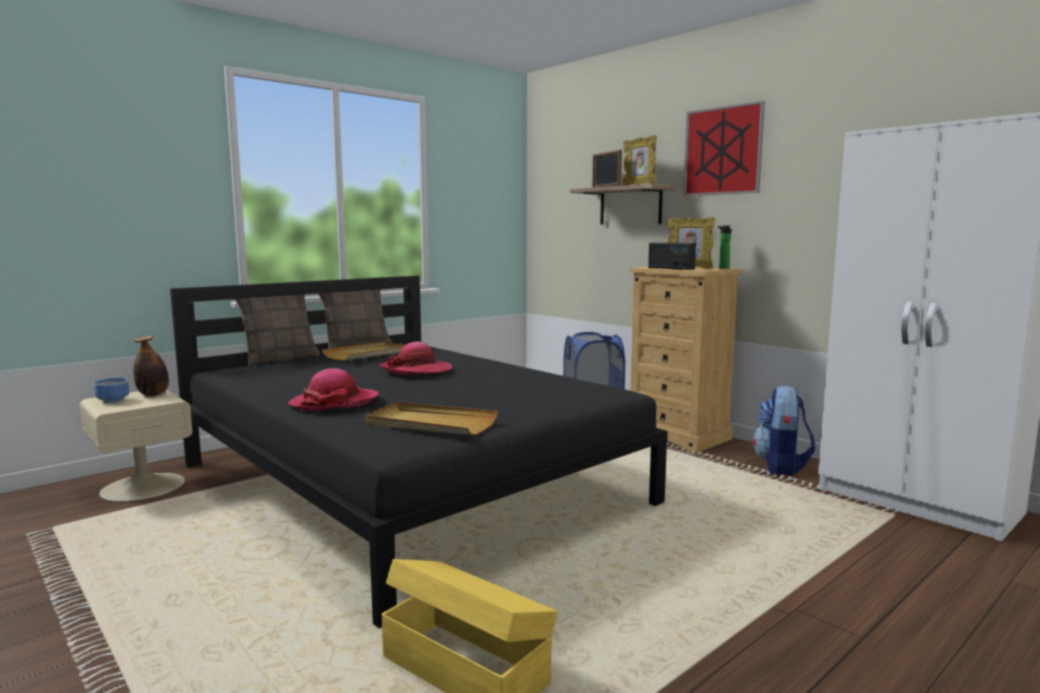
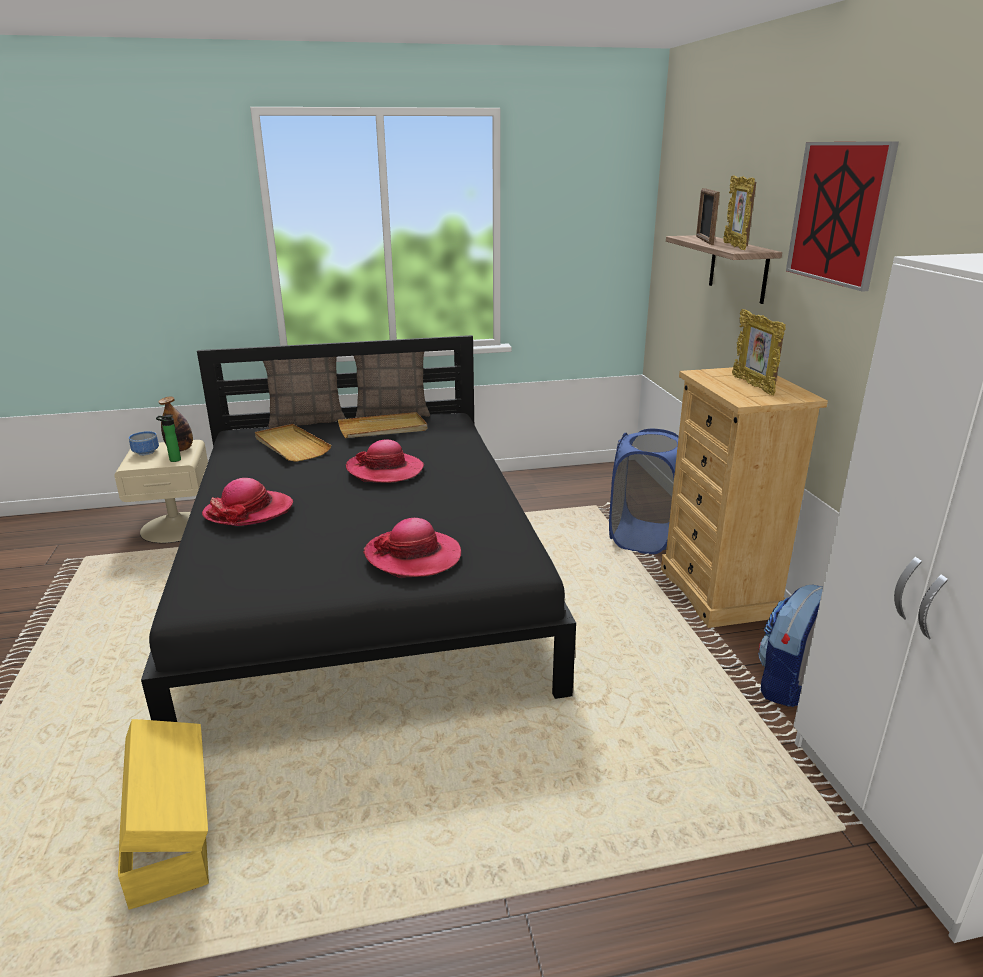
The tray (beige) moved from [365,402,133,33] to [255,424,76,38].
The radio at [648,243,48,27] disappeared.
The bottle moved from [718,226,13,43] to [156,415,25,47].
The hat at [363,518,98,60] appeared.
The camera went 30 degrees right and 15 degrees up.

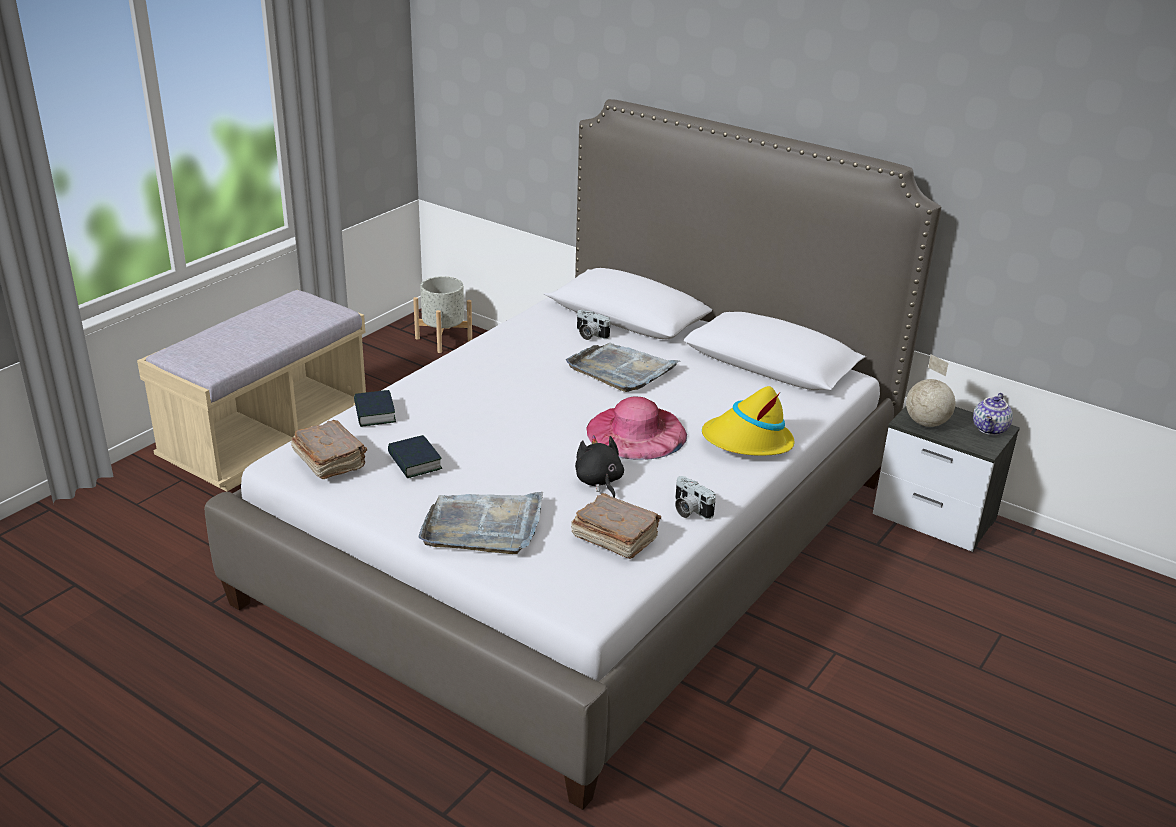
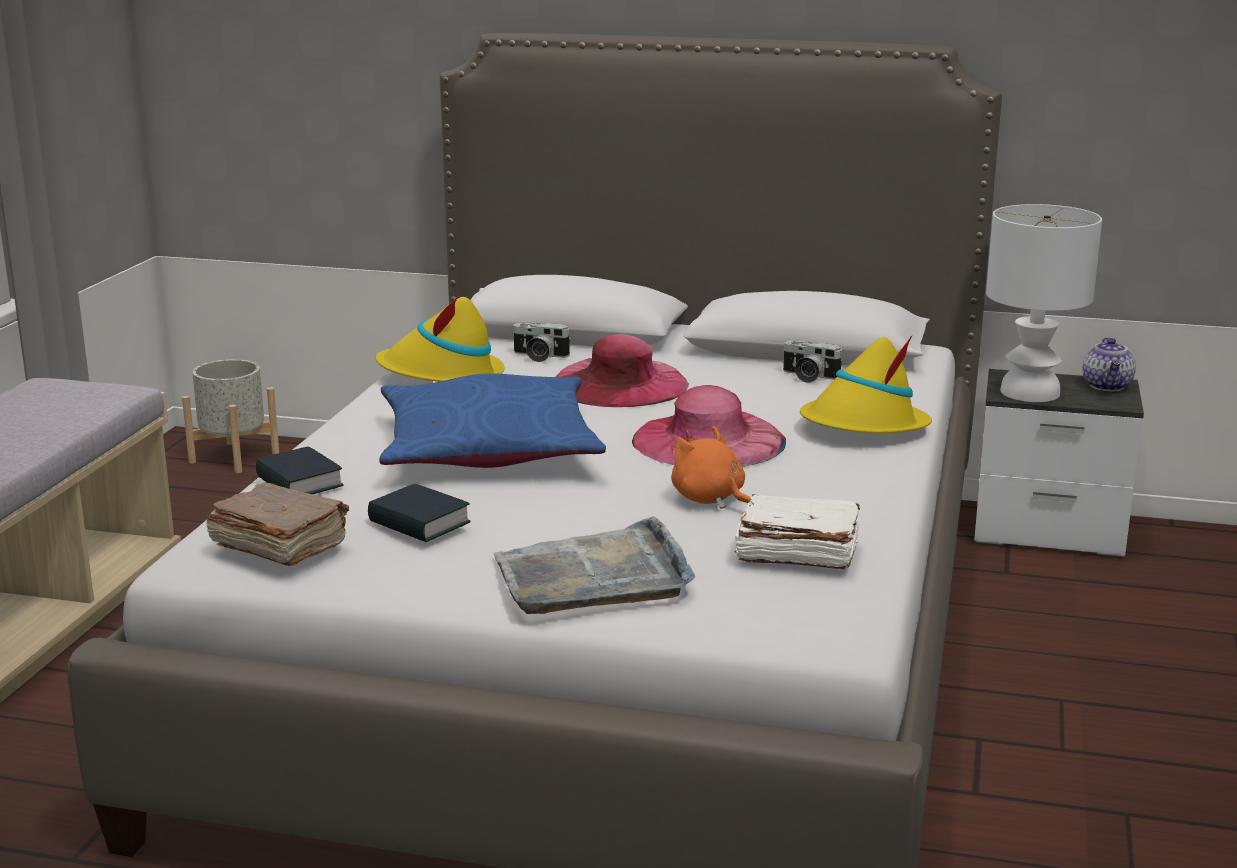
The tray (grey) at [566,343,114,49] was replaced by the hat (pink) at [556,334,133,73].
The book (brown) at [571,493,90,66] became the book (white) at [734,494,126,75].
The plush toy (black) at [575,435,49,63] became the plush toy (orange) at [671,426,80,83].
The photo camera moved from [675,476,41,43] to [782,341,61,42].
The globe at [906,355,49,72] was replaced by the table lamp (white) at [986,204,116,198].
The hat (yellow) at [375,296,130,86] appeared.
The pillow (blue) at [379,373,227,95] appeared.
The camera went 20 degrees left and 10 degrees down.

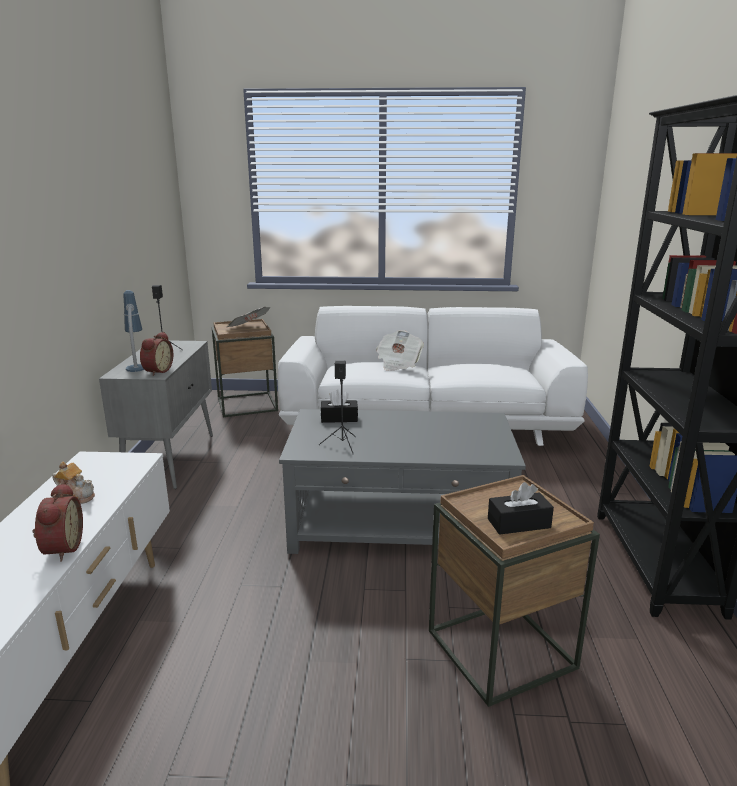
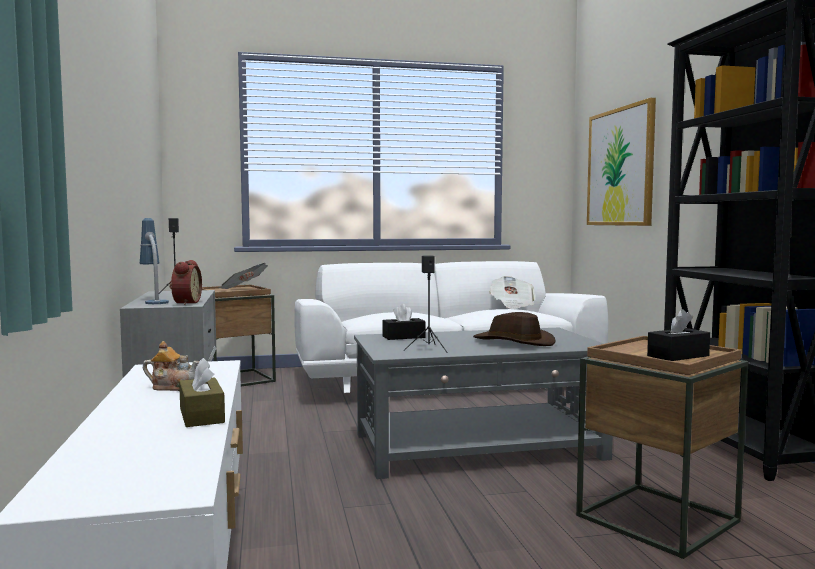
The alarm clock at [33,482,50,80] was replaced by the tissue box (brown) at [179,358,46,69].
The newspaper moved from [376,330,48,41] to [489,276,46,33].
The hat (brown) at [473,312,83,34] appeared.
The picture at [587,98,69,128] appeared.
The camera went 15 degrees left and 15 degrees down.

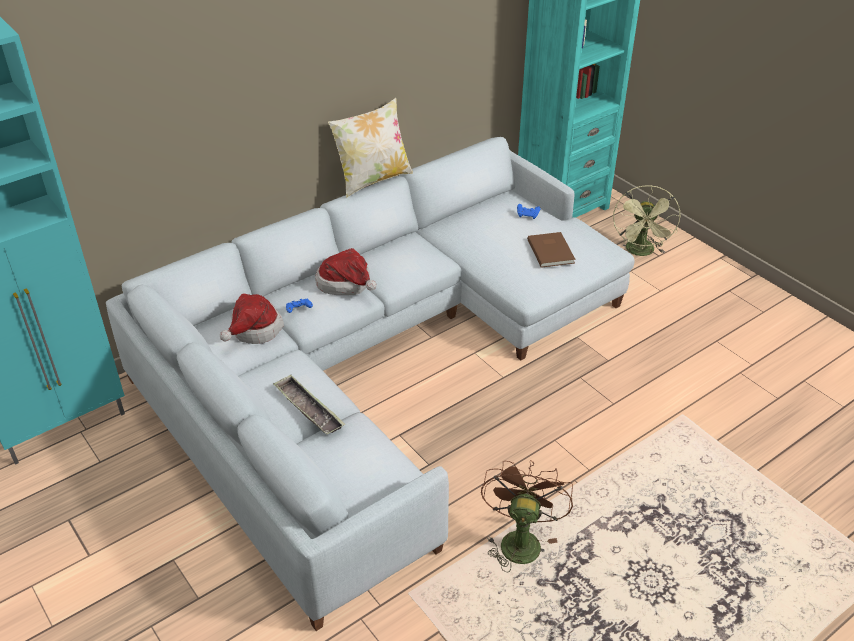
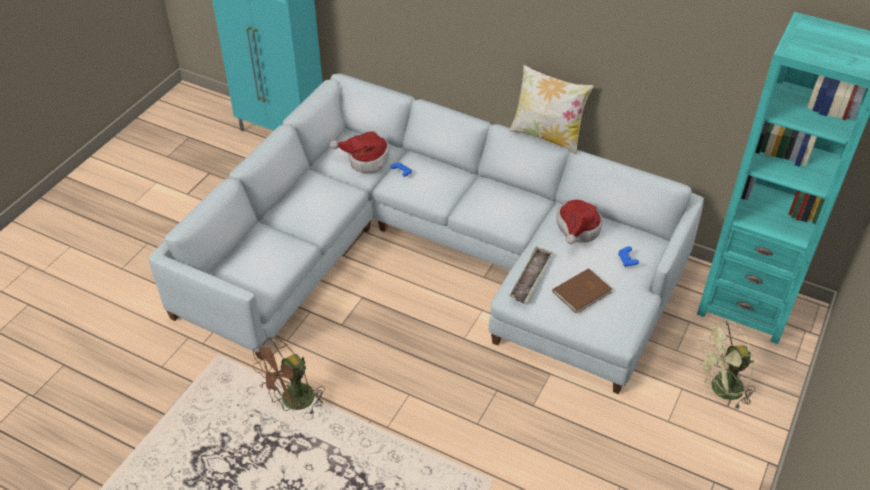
The tray moved from [273,375,72,59] to [509,246,44,57].
The hat moved from [315,248,62,47] to [556,200,46,44].
The fan (brown) at [481,460,92,113] turned 150 degrees clockwise.
The camera went 65 degrees right and 5 degrees up.

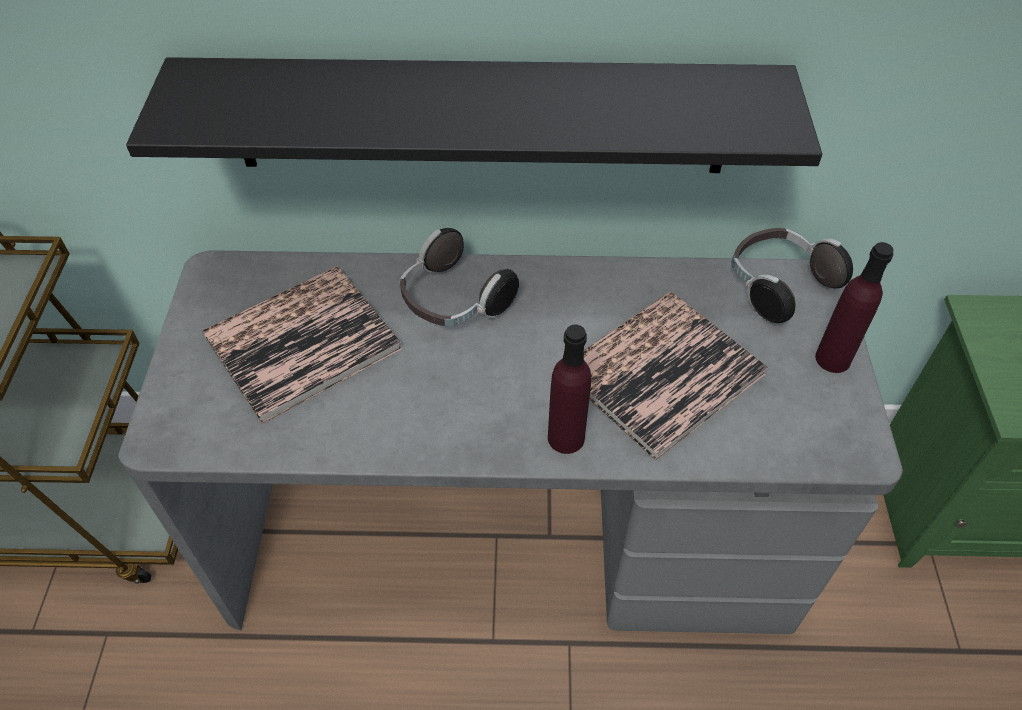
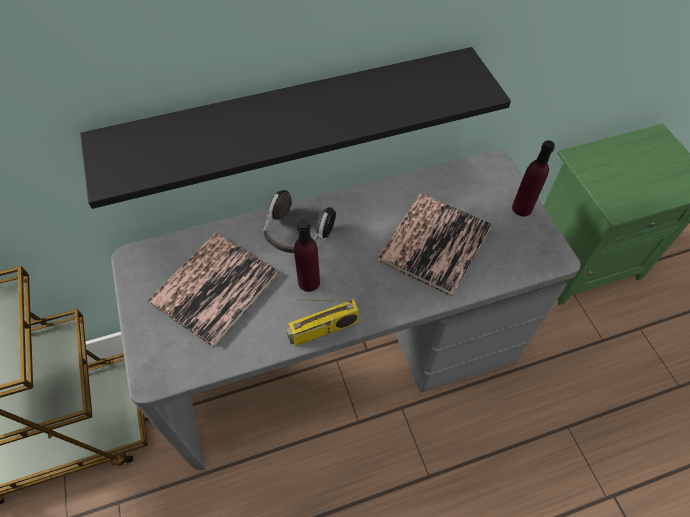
The bottle (purple) moved from [548,325,43,129] to [294,219,26,73].
The headphones at [732,228,121,95] disappeared.
The radio at [286,299,73,47] appeared.
The camera went 20 degrees left and 5 degrees up.

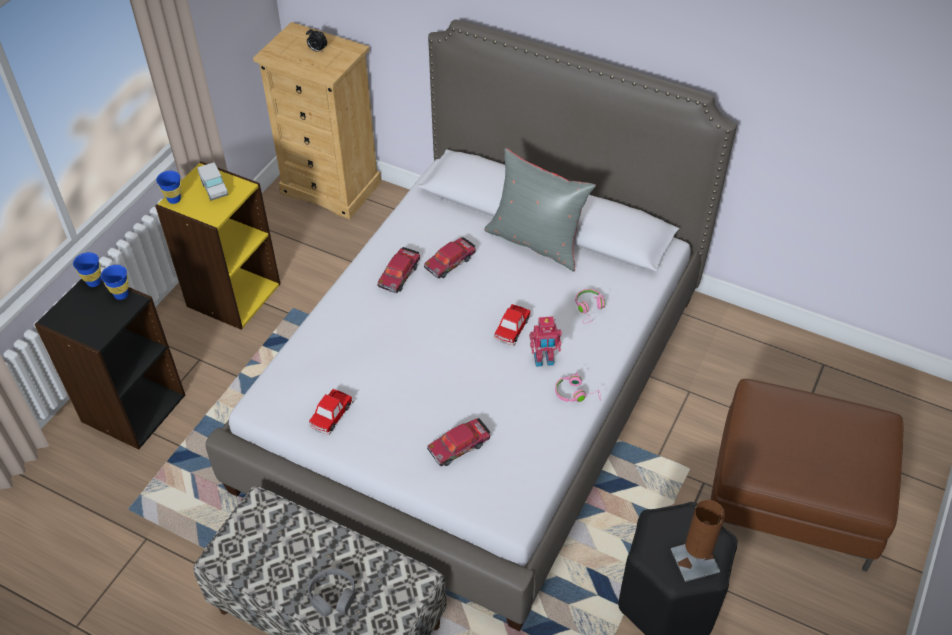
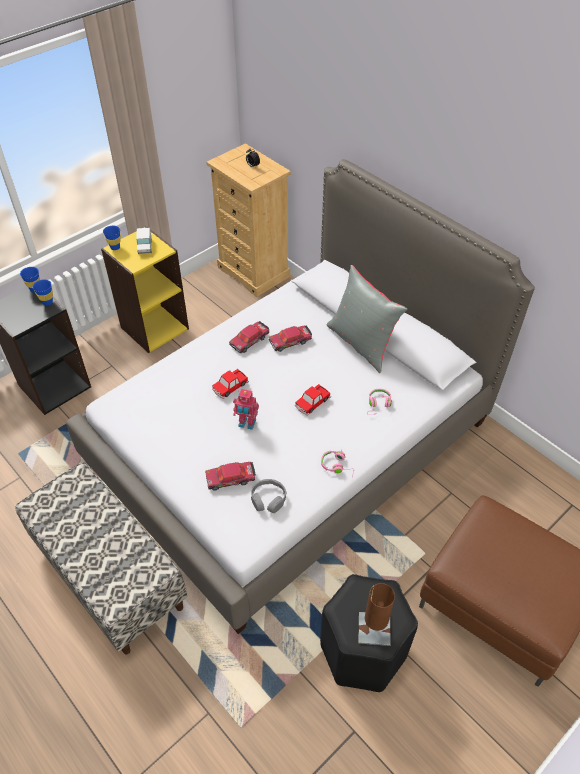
The headphones (grey) moved from [308,568,47,49] to [251,479,35,34].
The toy car moved from [309,389,45,46] to [212,369,37,30].
The toy robot moved from [530,316,32,51] to [233,389,26,41].
The camera went 20 degrees right and 0 degrees up.

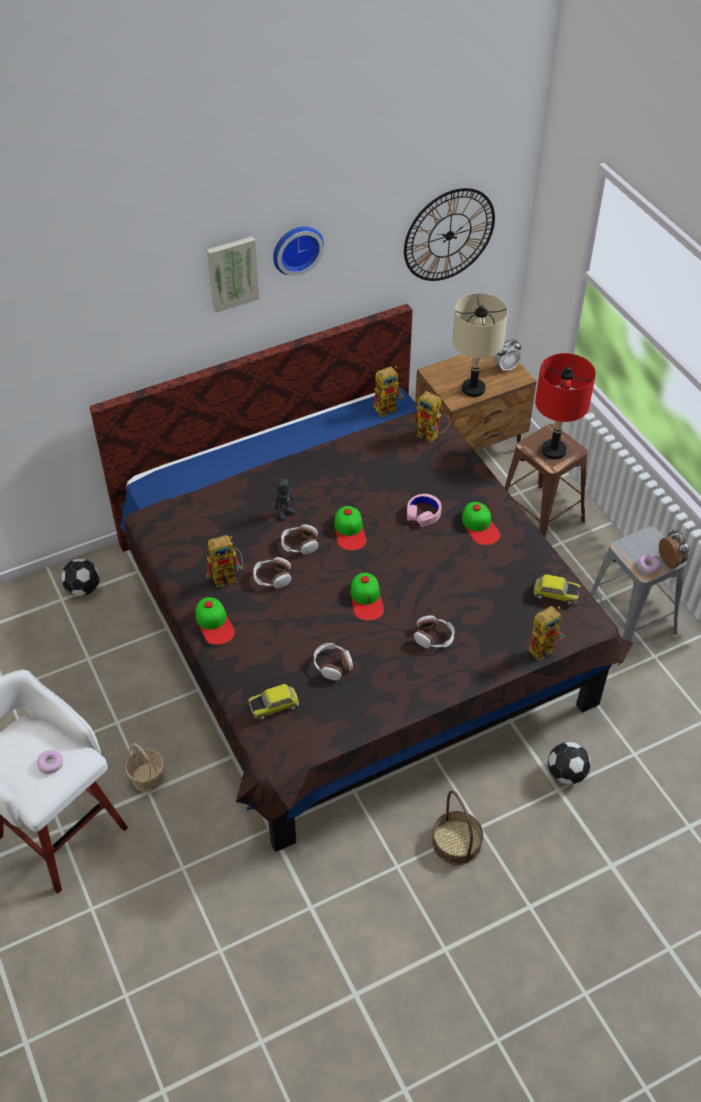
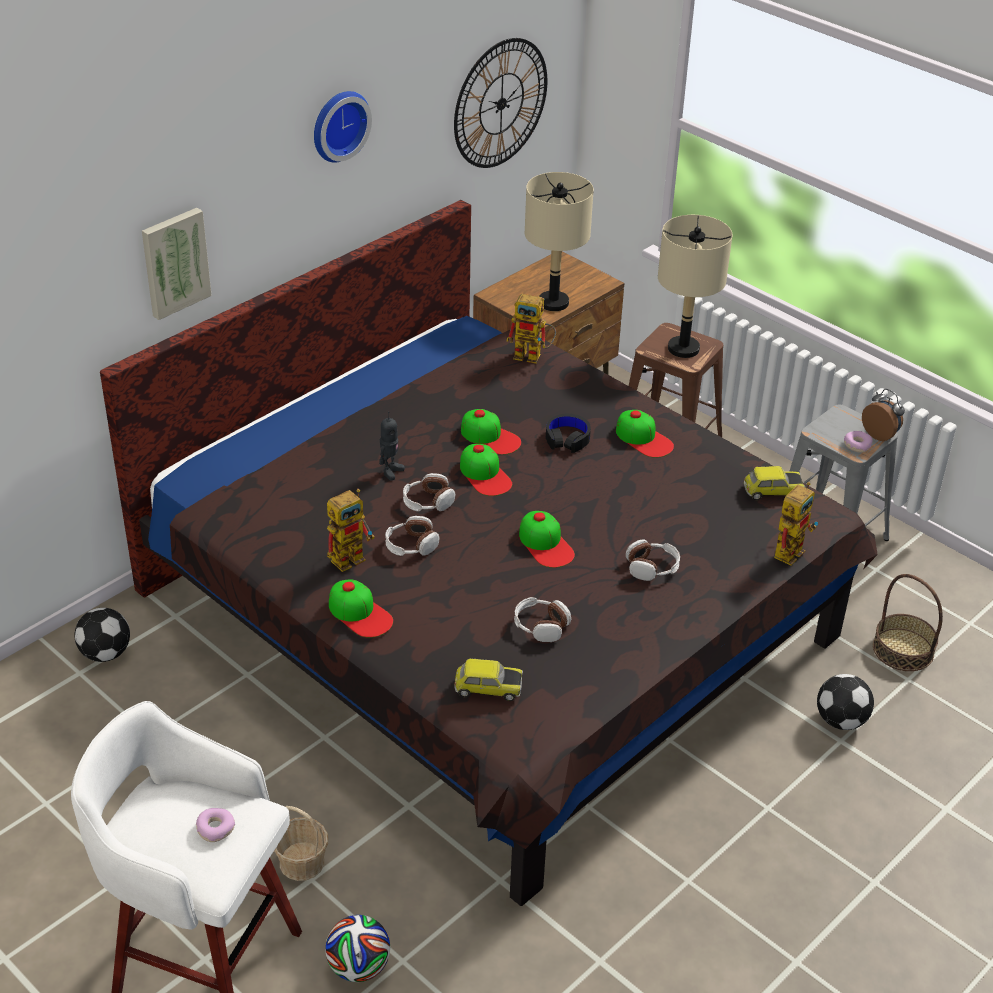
The picture moved from [207,236,53,76] to [142,208,70,112].
The toy car at [248,684,51,36] turned 135 degrees counterclockwise.
The toy robot at [373,366,31,51] disappeared.
The headphones (pink) at [407,494,35,33] became the headphones (black) at [546,413,45,40].
The basket moved from [432,790,51,75] to [873,574,70,97].
The alarm clock at [494,339,27,33] disappeared.
The table lamp (red) at [535,353,61,106] became the table lamp (beige) at [658,215,75,143].
The football at [325,915,65,67] appeared.
The cap at [461,409,60,46] appeared.
The camera went 20 degrees left and 10 degrees down.

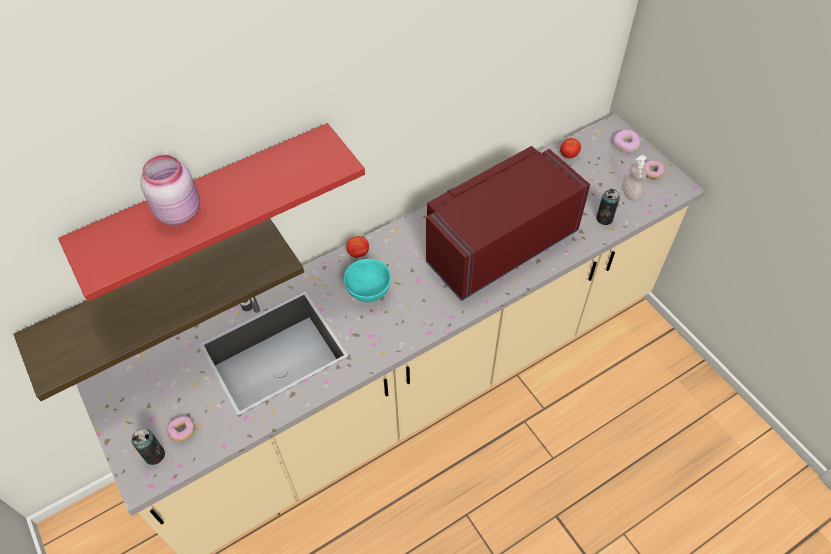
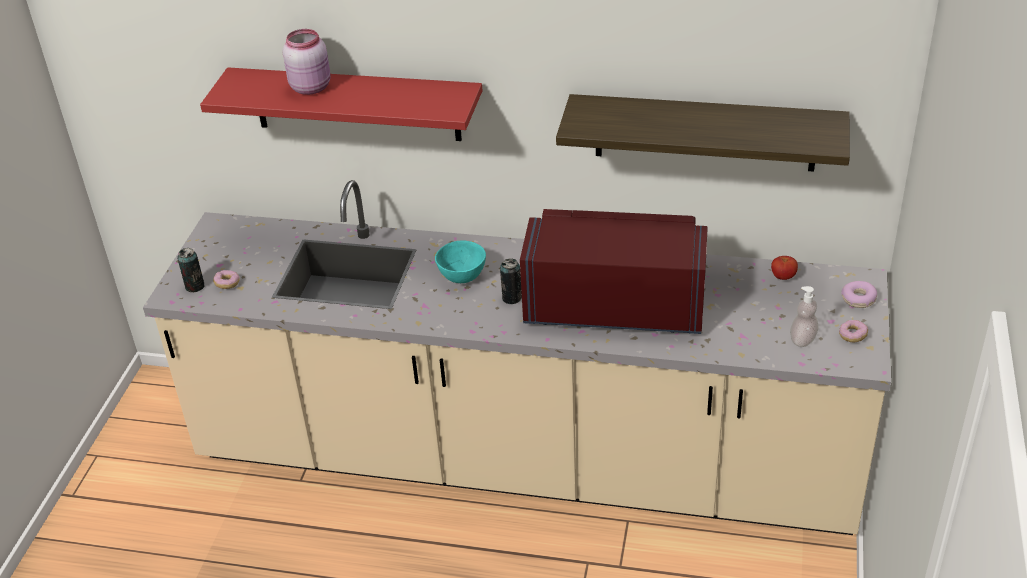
The shelf moved from [13,219,291,182] to [556,94,294,78].
The tomato at [346,236,23,22] disappeared.
The can moved from [596,189,24,36] to [500,258,22,46].
The camera went 45 degrees right and 15 degrees down.

